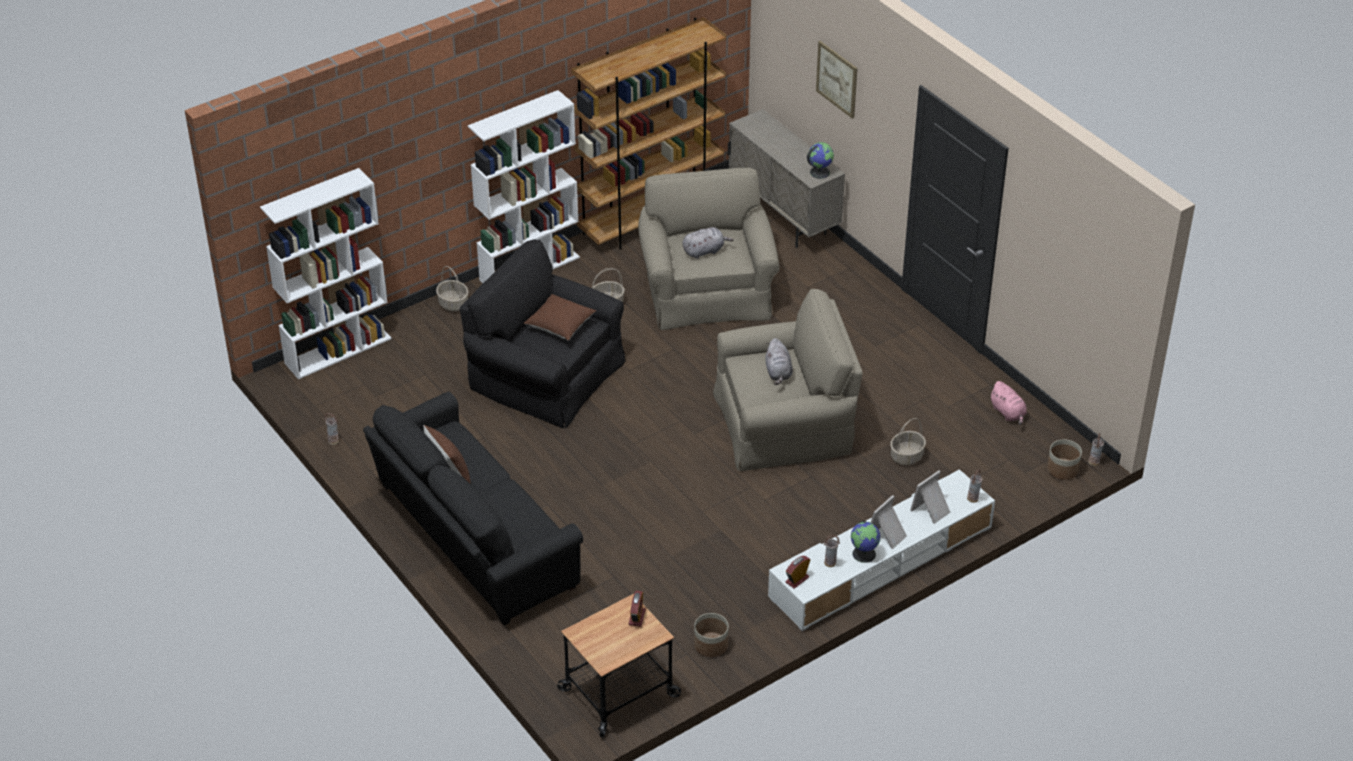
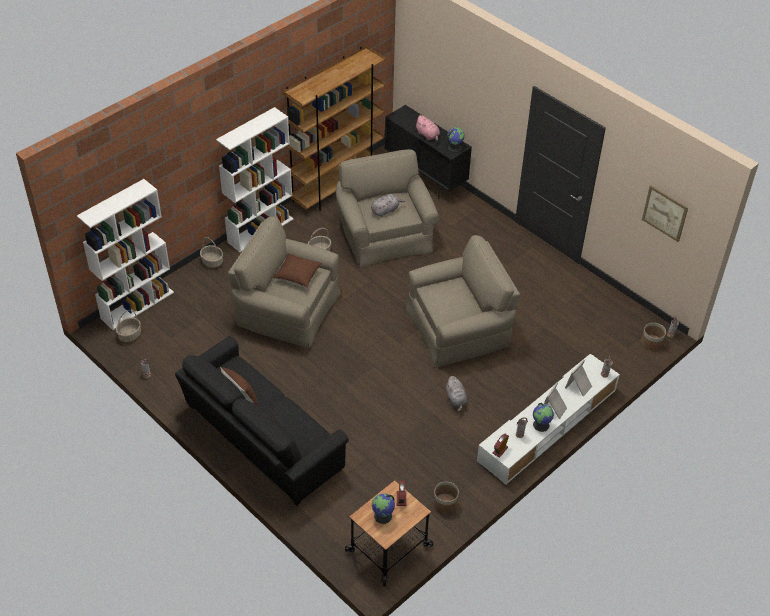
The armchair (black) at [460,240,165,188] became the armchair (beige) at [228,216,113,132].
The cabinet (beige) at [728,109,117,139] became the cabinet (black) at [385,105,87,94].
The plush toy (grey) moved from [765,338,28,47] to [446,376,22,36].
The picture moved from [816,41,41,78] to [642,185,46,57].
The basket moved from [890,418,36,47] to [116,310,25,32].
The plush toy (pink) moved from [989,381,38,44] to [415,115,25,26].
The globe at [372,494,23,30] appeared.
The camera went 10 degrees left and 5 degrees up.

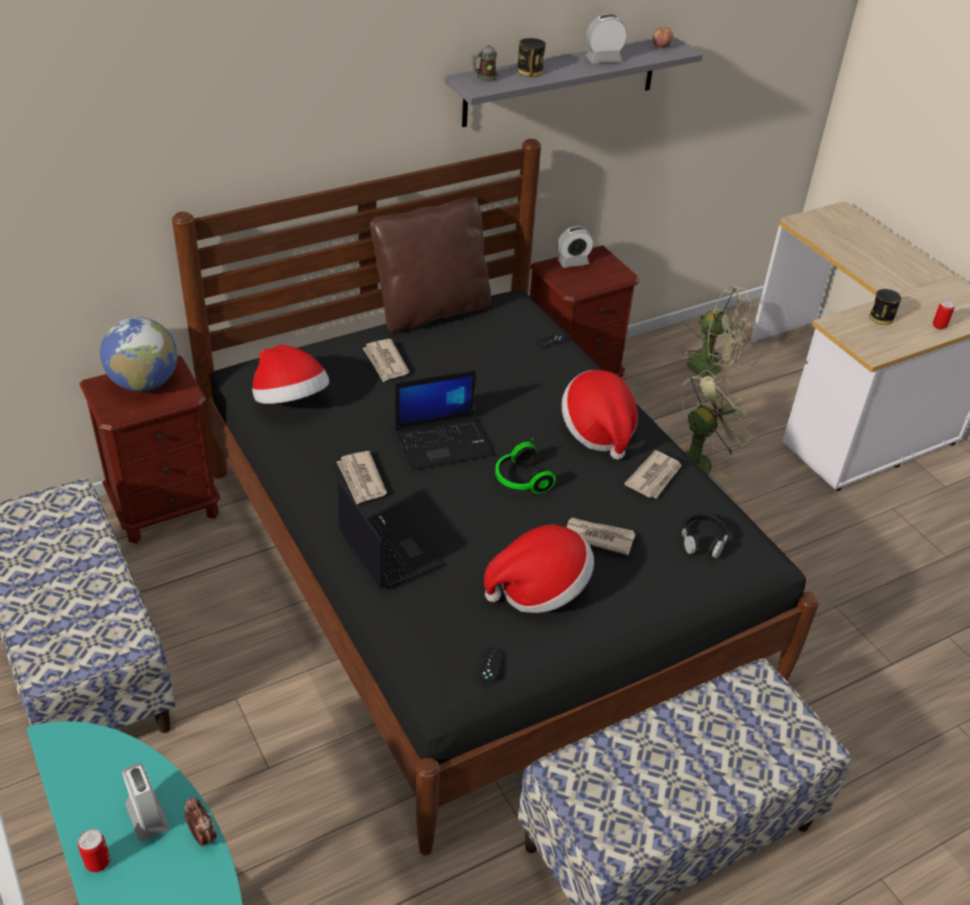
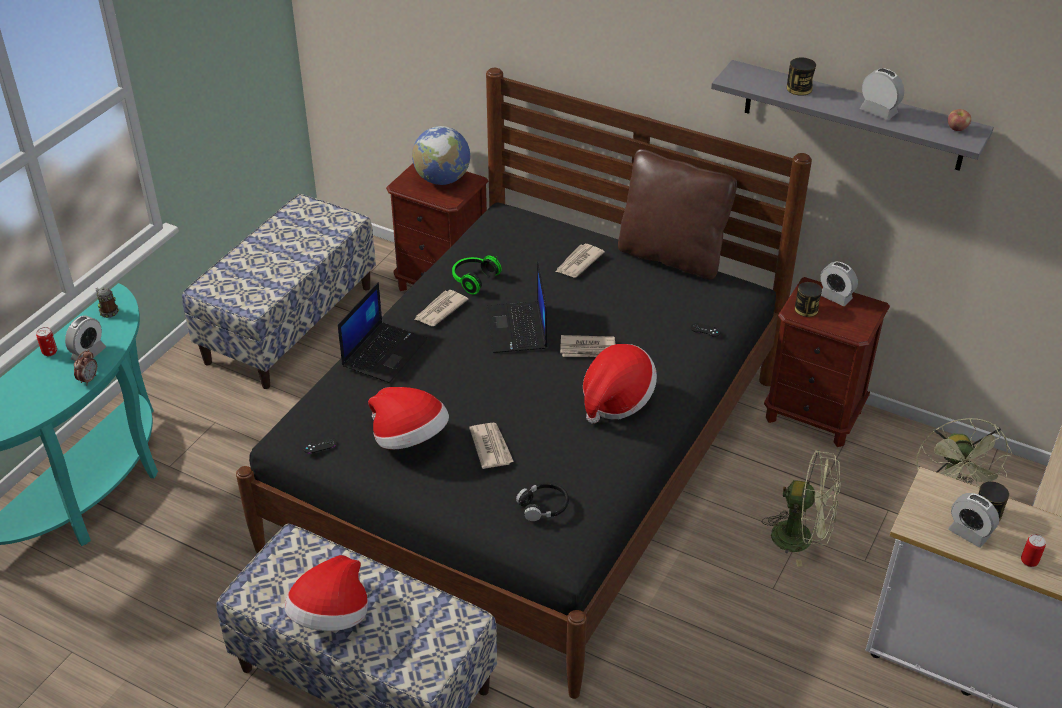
The hat moved from [252,345,77,59] to [284,555,84,76].
The laptop at [395,370,98,101] turned 45 degrees clockwise.
The mug moved from [472,45,26,37] to [96,287,23,31].
The headphones moved from [495,438,61,56] to [452,256,50,39].
The newspaper moved from [624,450,57,48] to [560,335,55,22].
The can at [795,282,27,35] appeared.
The alarm clock at [948,493,51,55] appeared.
The camera went 60 degrees right and 0 degrees up.

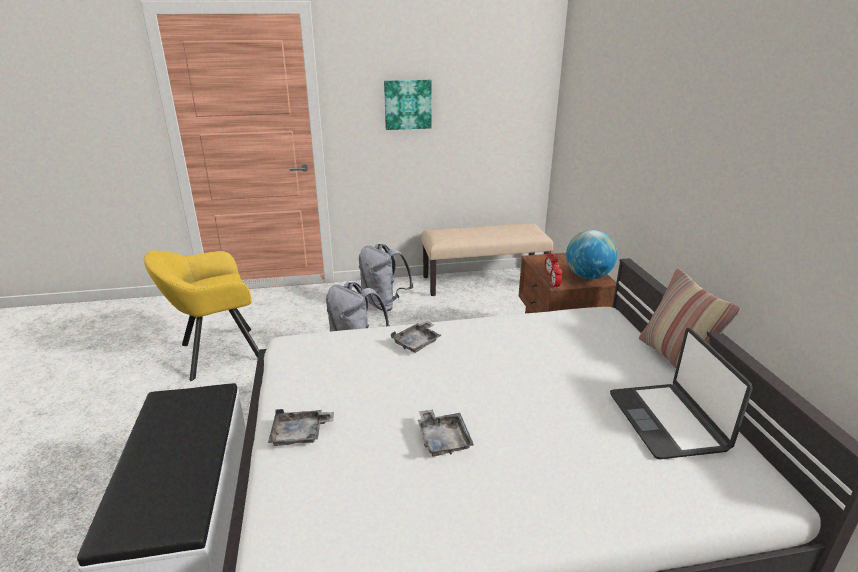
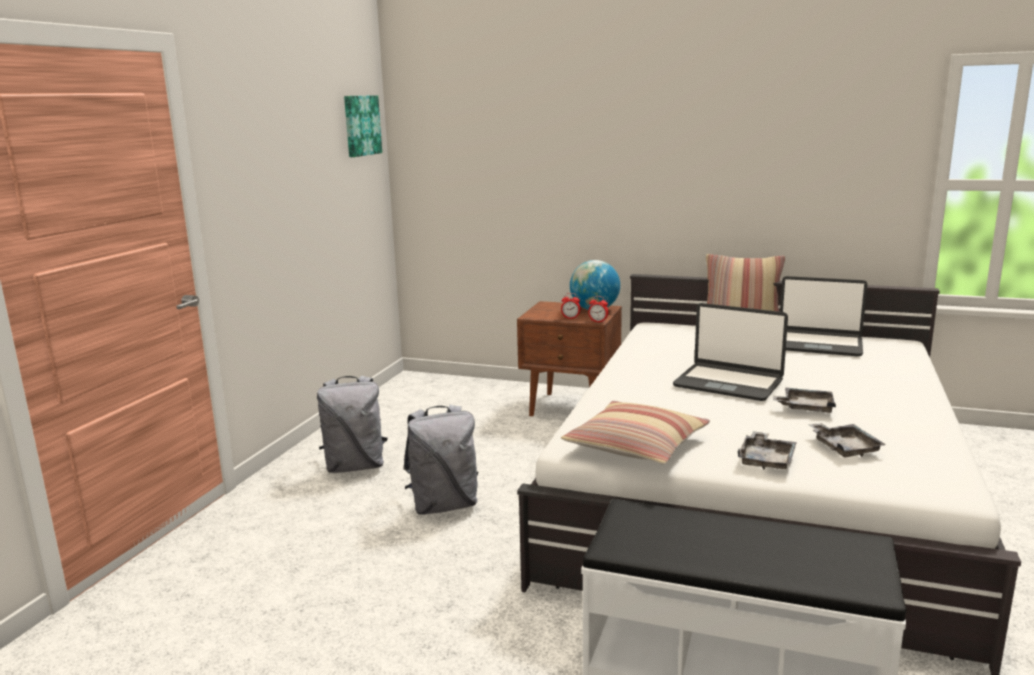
The armchair (yellow) at [144,251,115,130] disappeared.
The picture moved from [384,80,48,50] to [344,95,38,62].
The tray (grey) moved from [391,321,51,32] to [809,423,77,34].
The bench (beige) at [421,223,132,73] disappeared.
The pillow at [561,401,149,63] appeared.
The laptop at [673,303,115,98] appeared.
The camera went 60 degrees left and 10 degrees down.

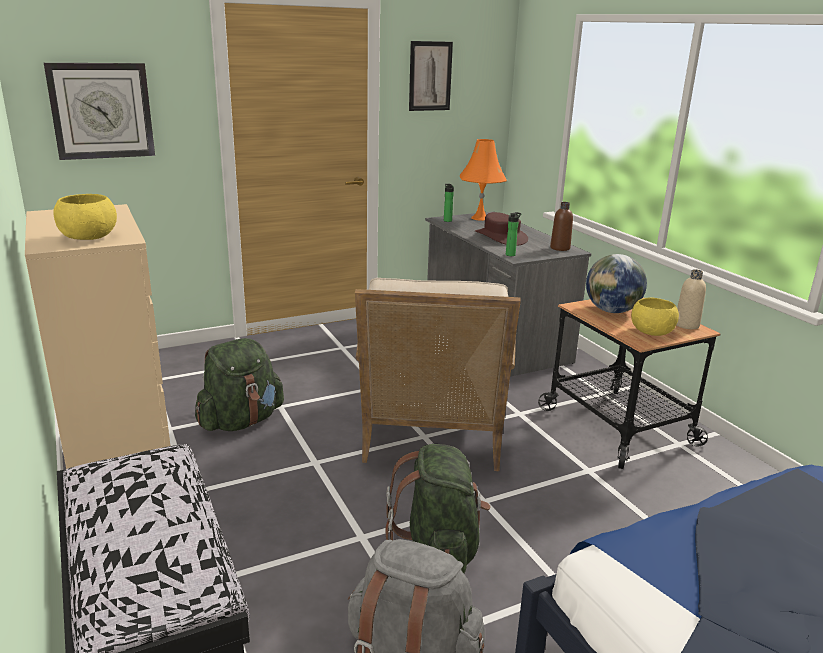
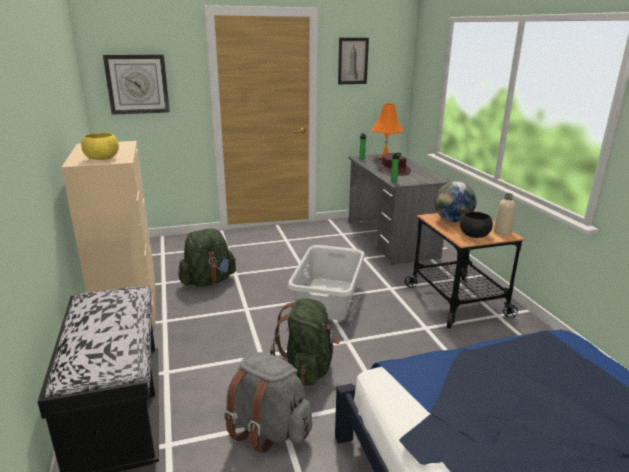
The armchair (beige) at [355,278,166,193] was replaced by the laundry basket (grey) at [288,245,77,75].
The bottle (brown) at [550,202,23,49] disappeared.
The bowl (yellow) at [631,297,48,39] became the bowl (black) at [460,212,33,26].
The camera went 10 degrees right and 0 degrees up.

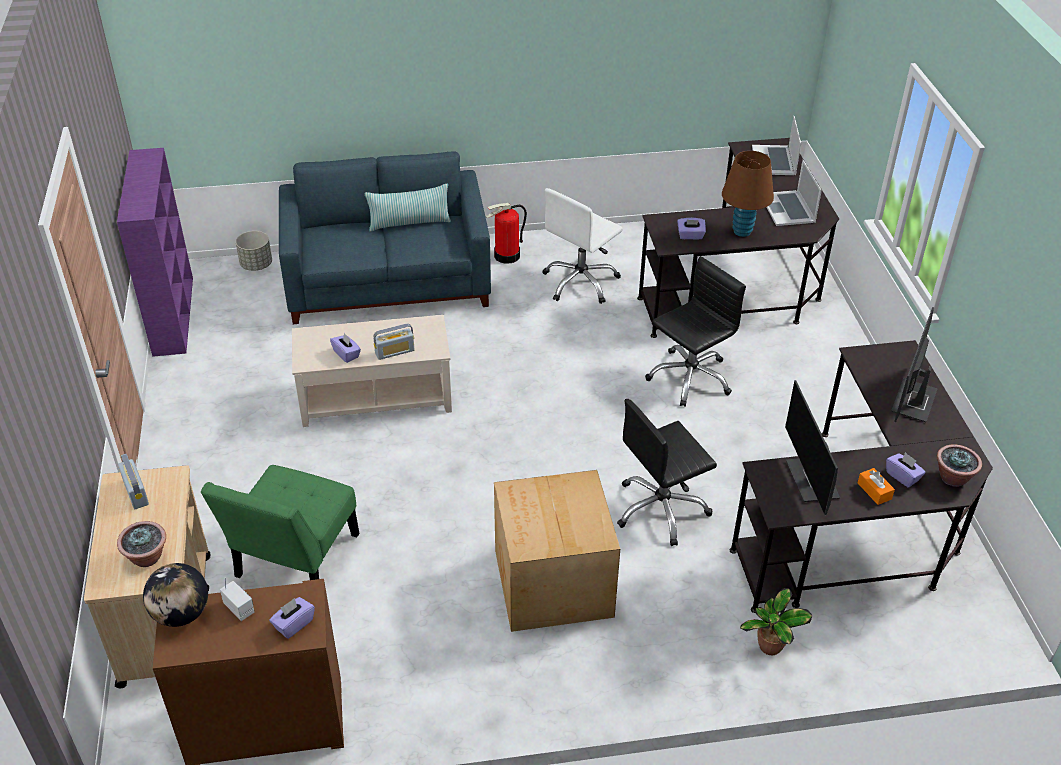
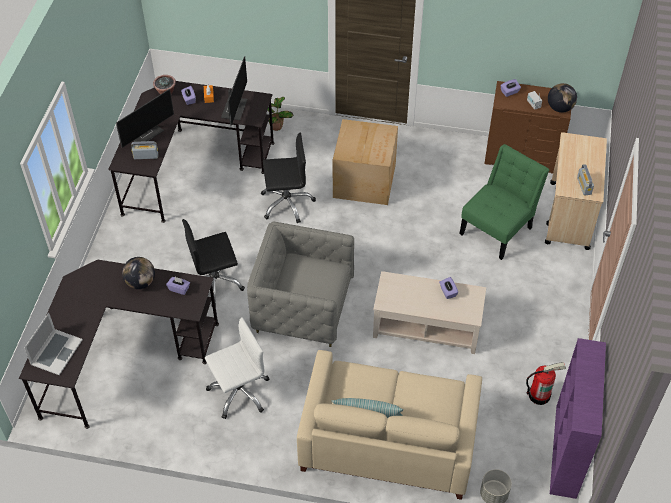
The potted plant at [117,521,49,46] disappeared.
The sofa (blue) at [279,151,212,173] became the sofa (beige) at [297,350,185,150].
The radio moved from [374,324,41,36] to [131,141,27,18].
The fire extinguisher moved from [486,203,41,61] to [526,362,40,43].
The table lamp (brown) at [722,151,52,86] was replaced by the globe at [122,257,33,32].
The laptop at [766,160,56,66] disappeared.
The armchair (grey) at [247,221,107,126] appeared.
The camera went 160 degrees left and 10 degrees up.

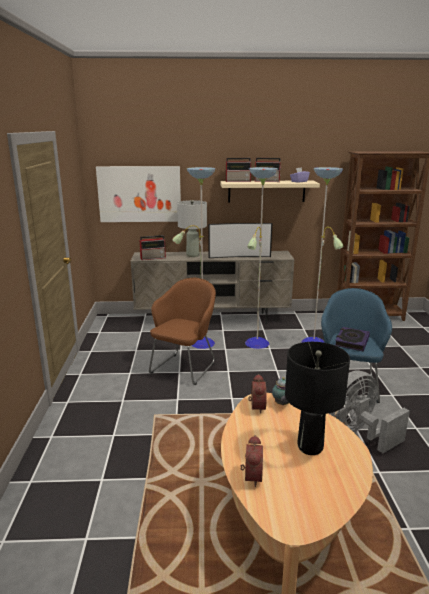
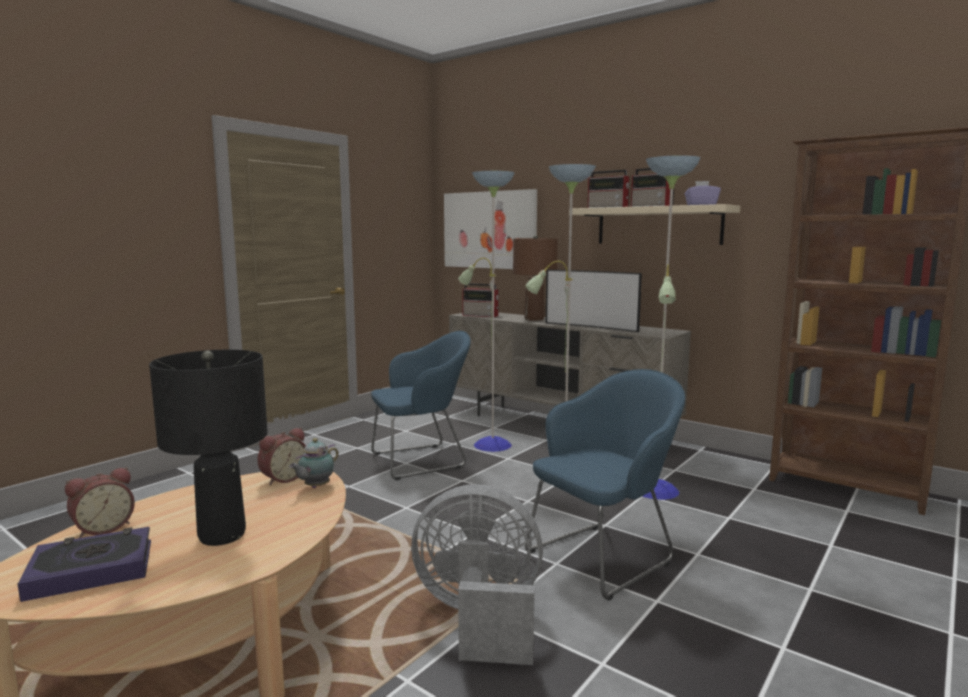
The armchair (brown) at [149,278,67,107] became the armchair (blue) at [371,331,100,149].
The table lamp (grey) at [177,200,30,57] became the table lamp (brown) at [513,235,45,86].
The book moved from [335,327,35,25] to [18,527,133,75].
The camera went 40 degrees right and 10 degrees down.

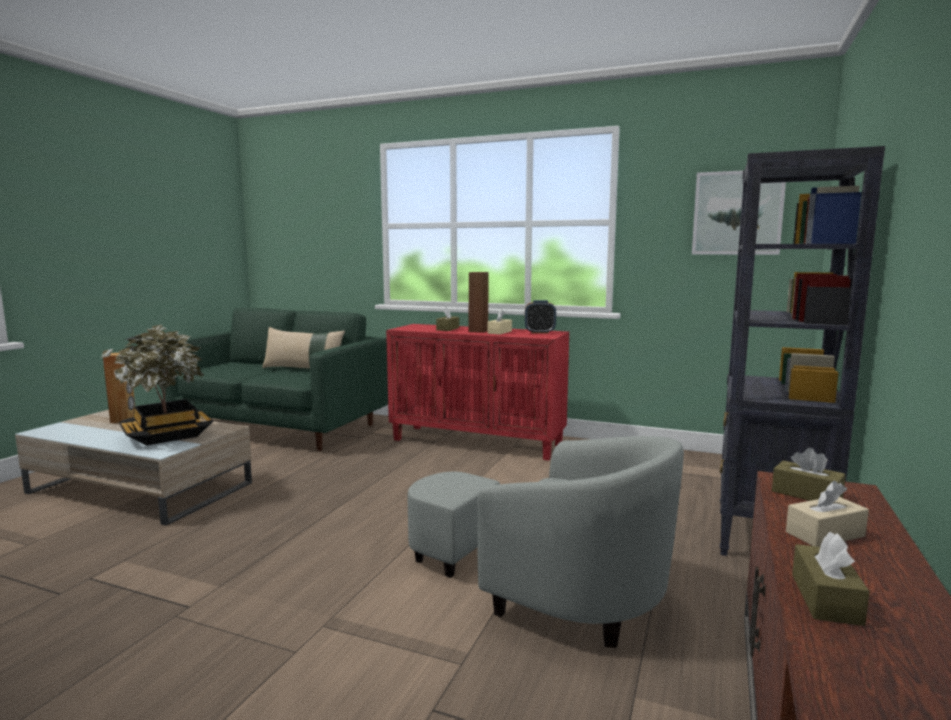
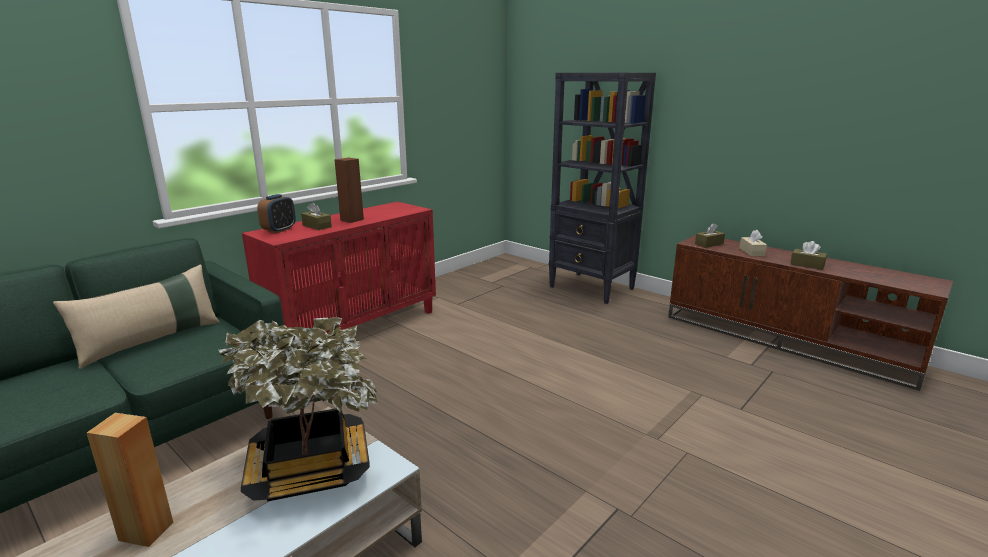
The armchair (grey) at [408,436,276,212] disappeared.
The tissue box (beige) at [487,309,25,26] disappeared.
The alarm clock moved from [525,300,31,34] to [257,194,39,39].
The picture at [692,171,94,84] disappeared.
The camera went 70 degrees left and 10 degrees up.

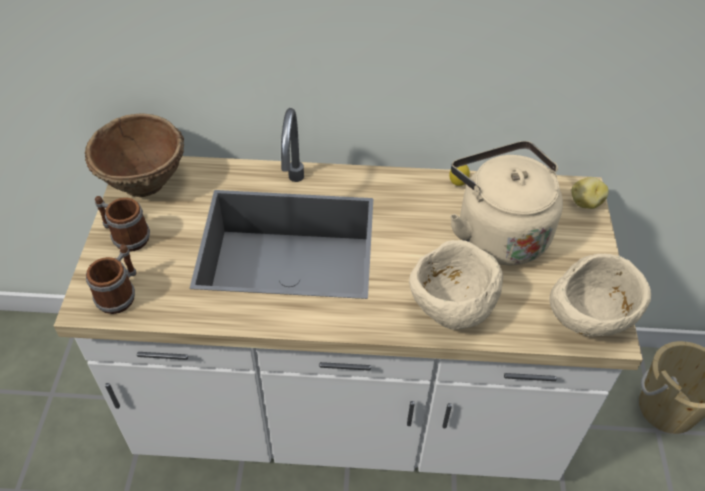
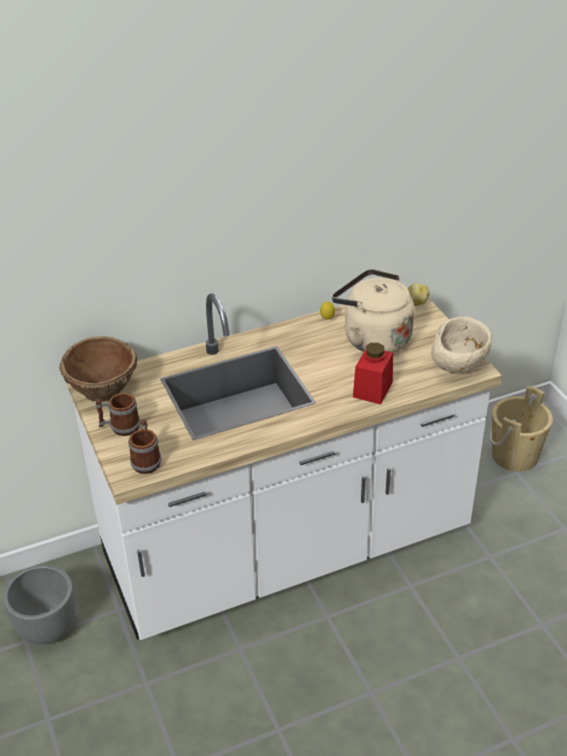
The bowl (beige) at [409,240,94,90] was replaced by the jar (red) at [353,343,40,61].
The planter (grey) at [3,565,73,79] appeared.
The camera went 25 degrees left and 10 degrees down.

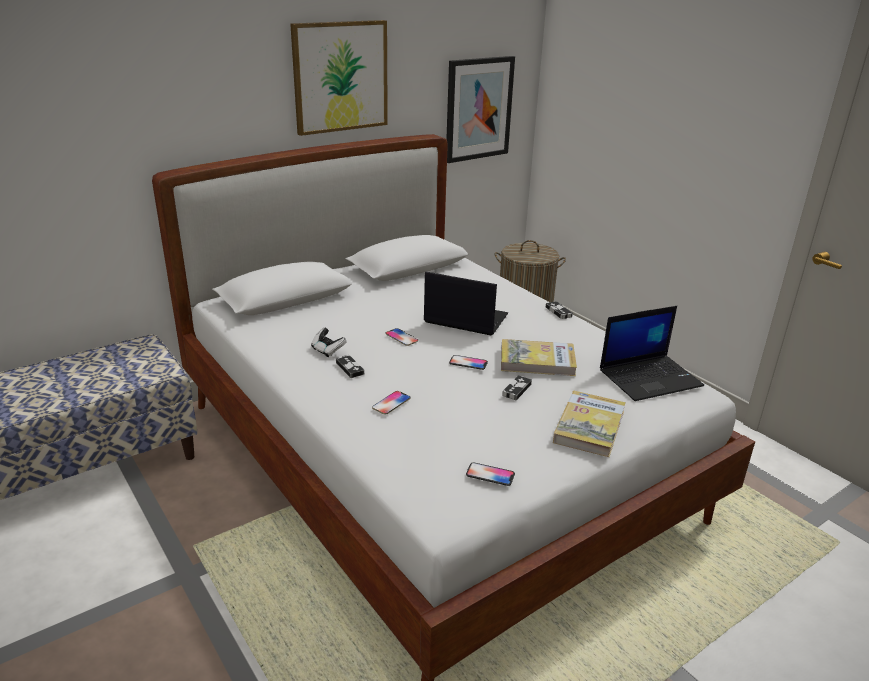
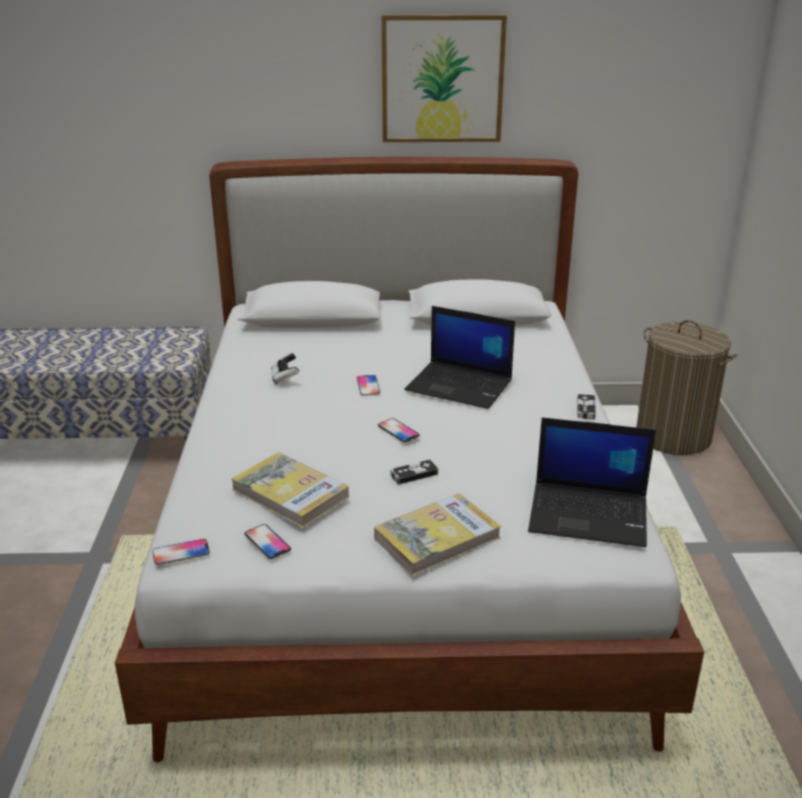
The game controller at [336,355,28,23] disappeared.
The phone moved from [372,391,39,24] to [152,539,58,26].
The laptop at [424,271,84,64] turned 150 degrees clockwise.
The picture at [446,56,69,107] disappeared.
The book moved from [501,339,76,37] to [232,452,117,76].
The camera went 35 degrees right and 0 degrees up.

